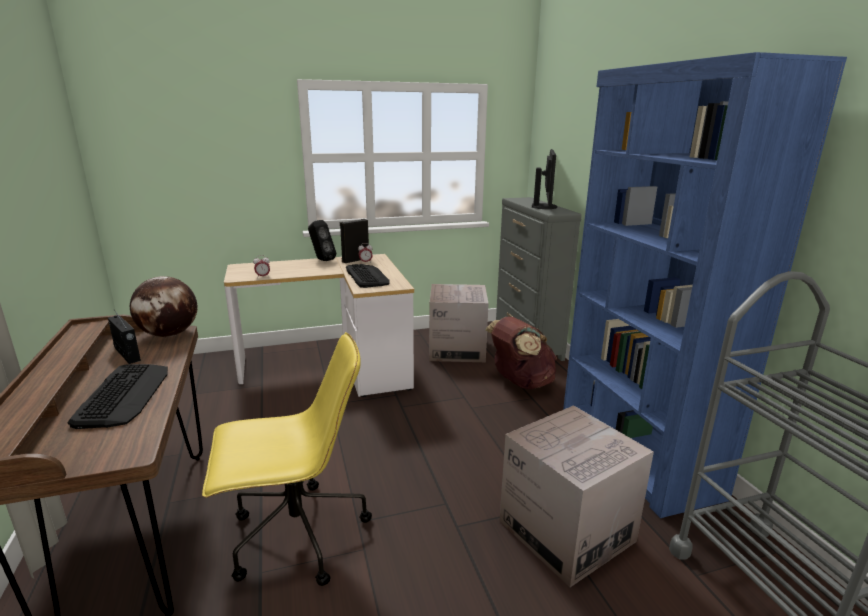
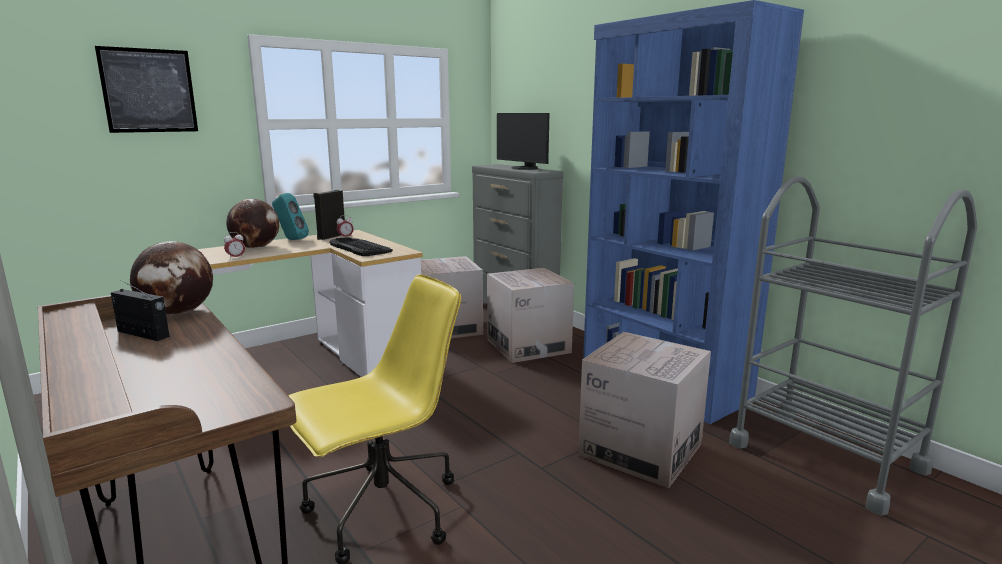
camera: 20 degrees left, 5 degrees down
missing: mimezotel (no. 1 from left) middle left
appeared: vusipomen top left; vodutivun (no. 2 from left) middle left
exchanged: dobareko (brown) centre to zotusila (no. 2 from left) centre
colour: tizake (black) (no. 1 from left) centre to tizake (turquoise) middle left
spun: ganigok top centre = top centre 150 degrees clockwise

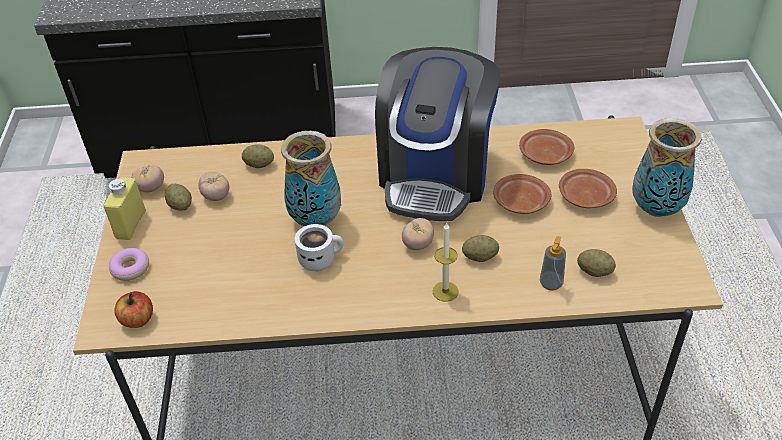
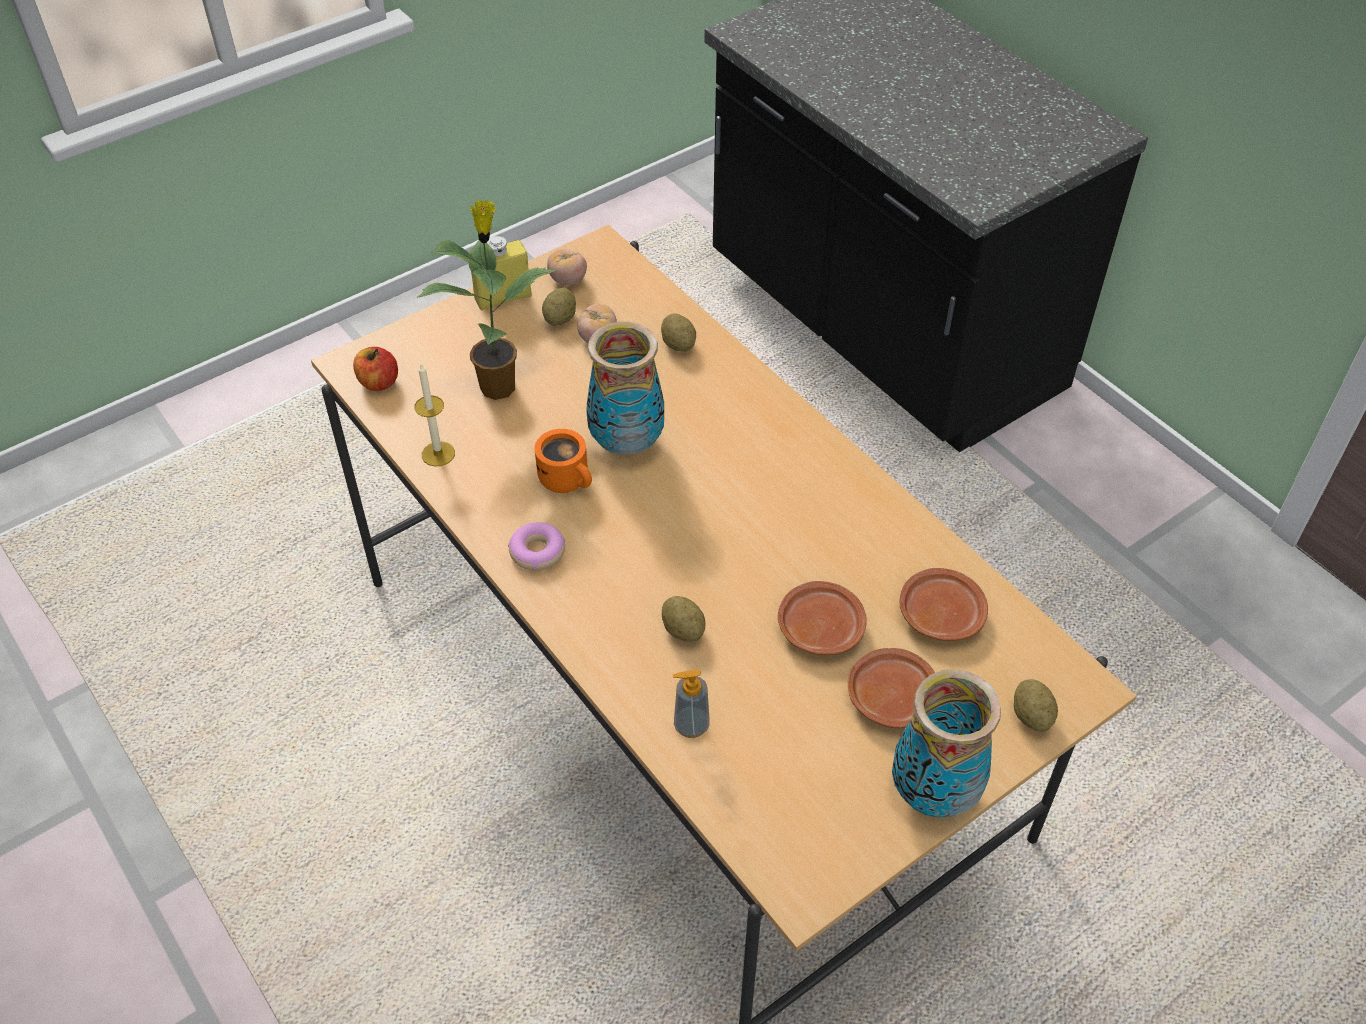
camera: 55 degrees right, 5 degrees up
missing: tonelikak top centre; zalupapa (no. 3 from left) centre
appeared: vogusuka top centre
relocated: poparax middle left to centre; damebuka centre to middle left; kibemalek (no. 4 from left) middle right to bottom right
colour: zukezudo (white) centre to zukezudo (orange) centre

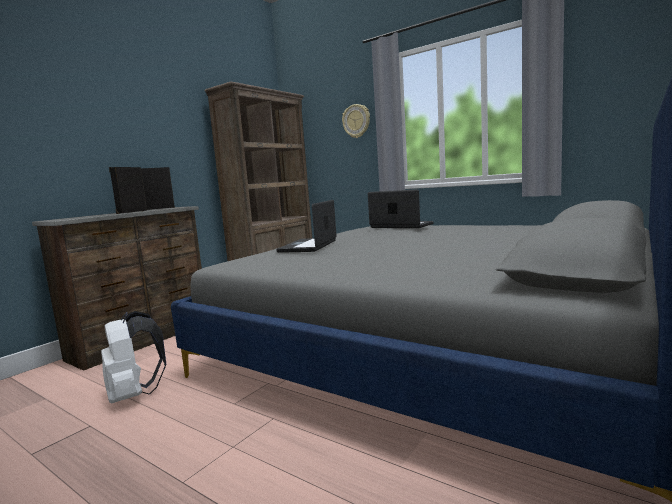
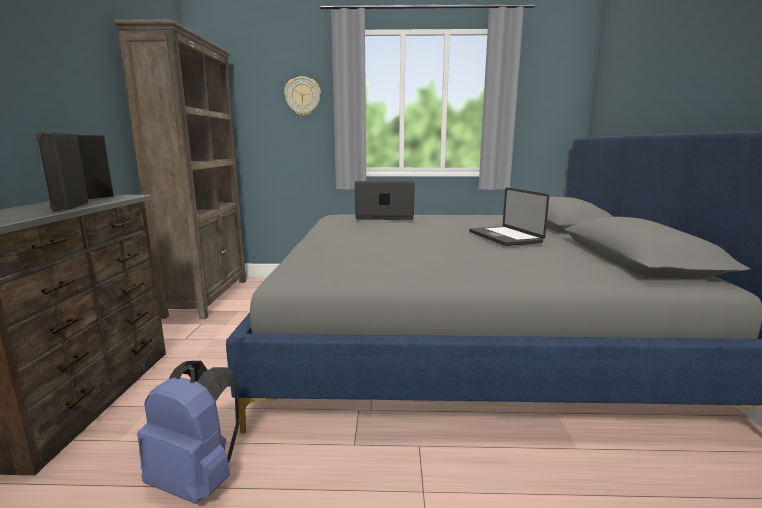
camera: 35 degrees left, 5 degrees up
relocated: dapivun (no. 1 from left in the first image) centre to dapivun (no. 2 from left) middle right
colour: dobareko (white) bottom left to dobareko (blue) bottom left

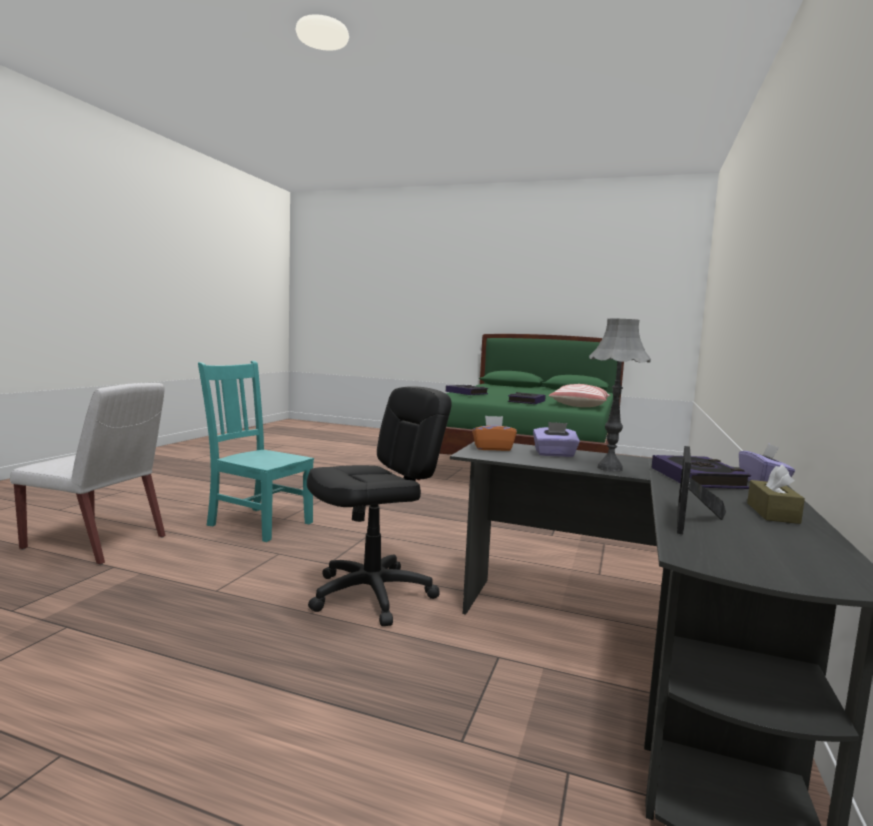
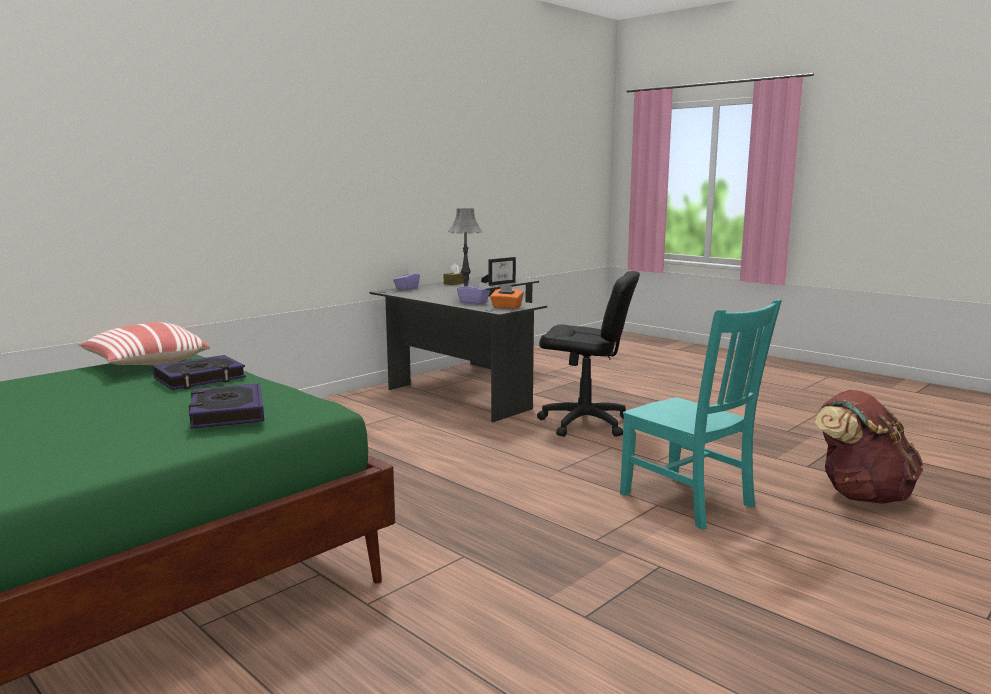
camera: 155 degrees left, 5 degrees up
missing: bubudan (no. 3 from left) middle right
exchanged: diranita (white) middle left to dobareko (brown) middle right
spun: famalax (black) centre = centre 150 degrees counterclockwise

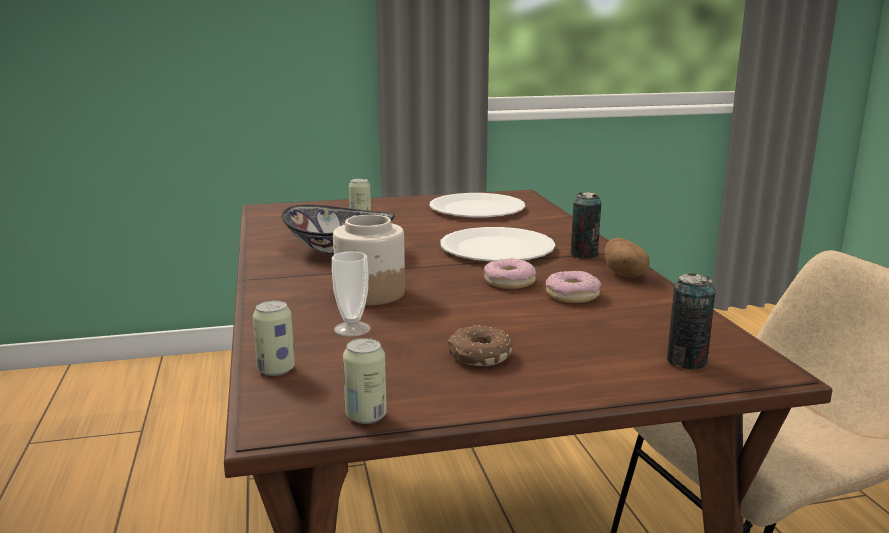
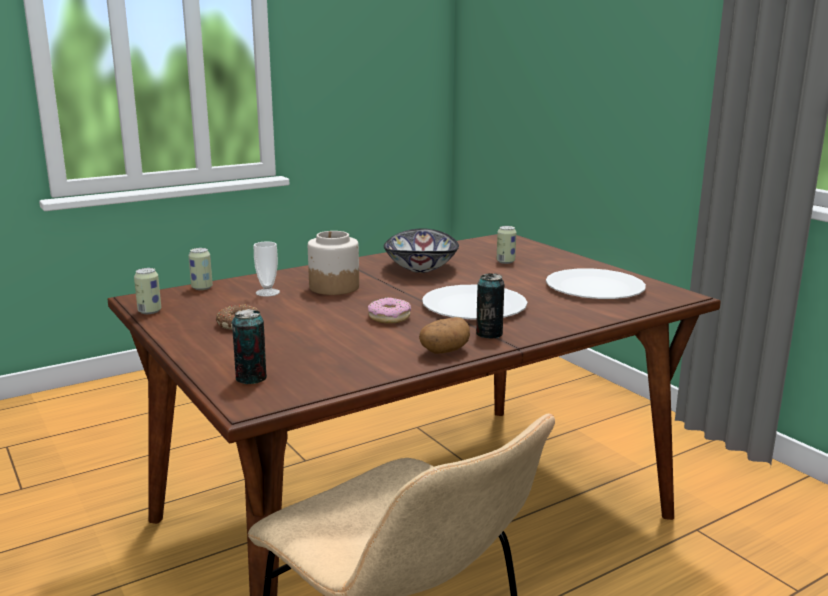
camera: 70 degrees right, 0 degrees up
missing: poparax (no. 3 from left) centre

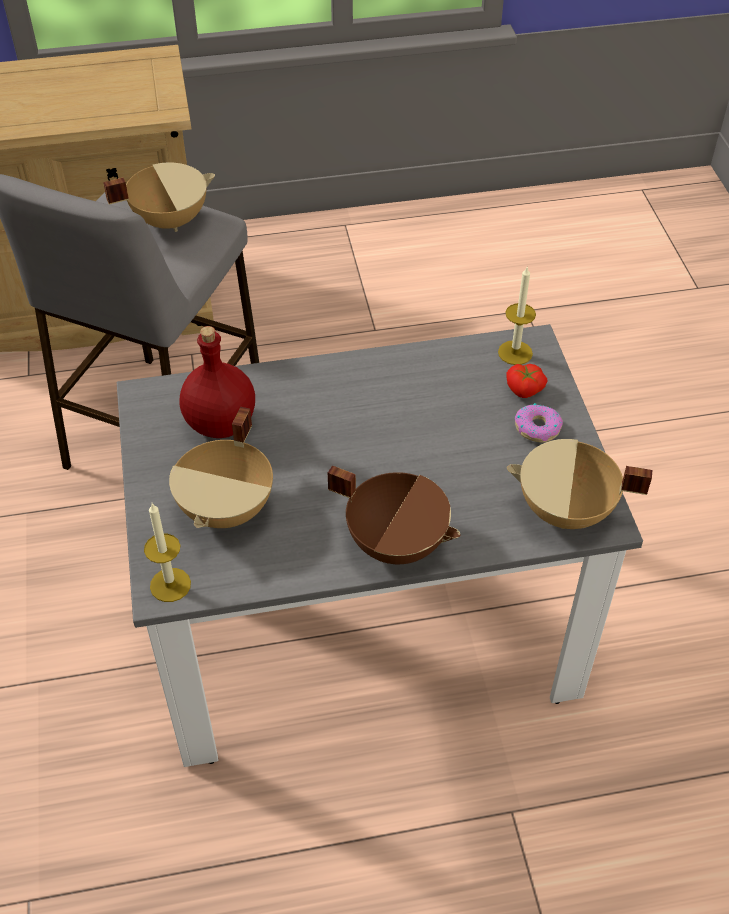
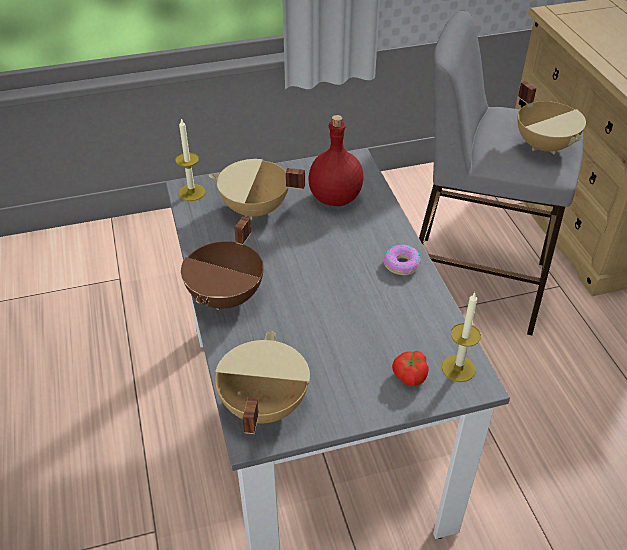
camera: 85 degrees right, 5 degrees down
relocated: poparax middle right to centre

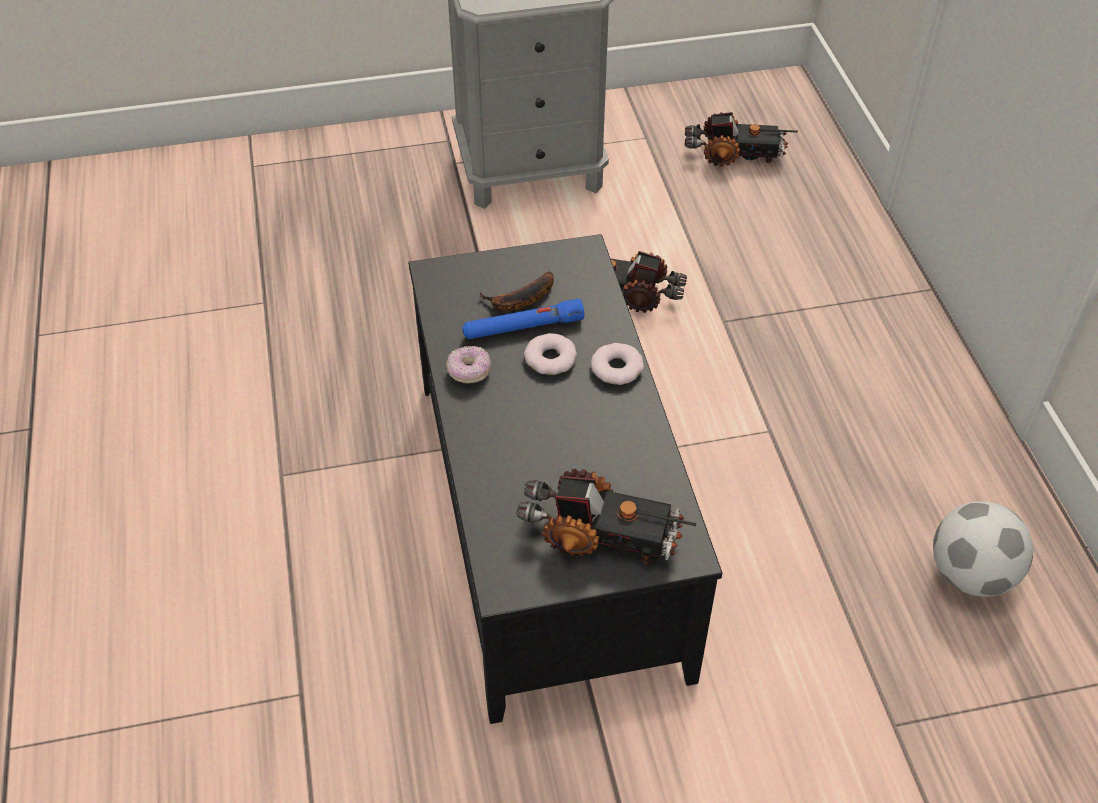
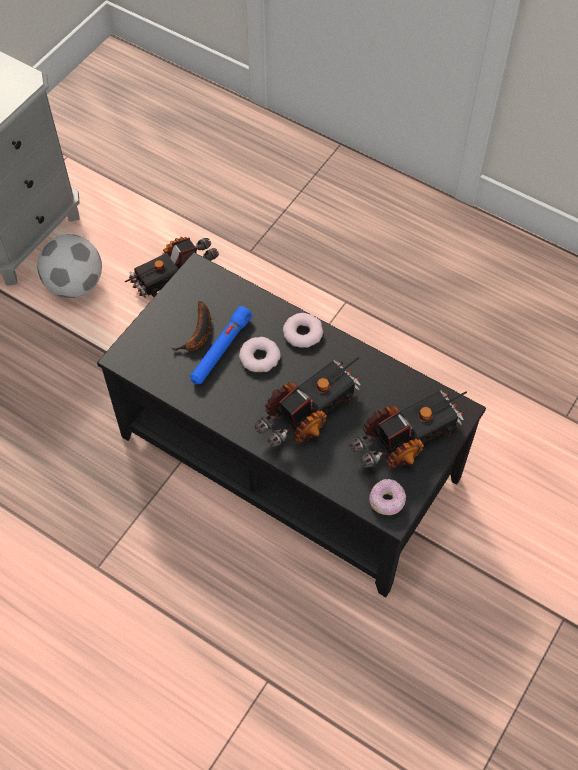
camera: 45 degrees left, 10 degrees up
relocated: poparax (no. 1 from left in the first image) centre to poparax (no. 3 from left) middle right; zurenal (no. 3 from left in the first image) top right to zurenal (no. 2 from left) centre; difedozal bottom right to middle left

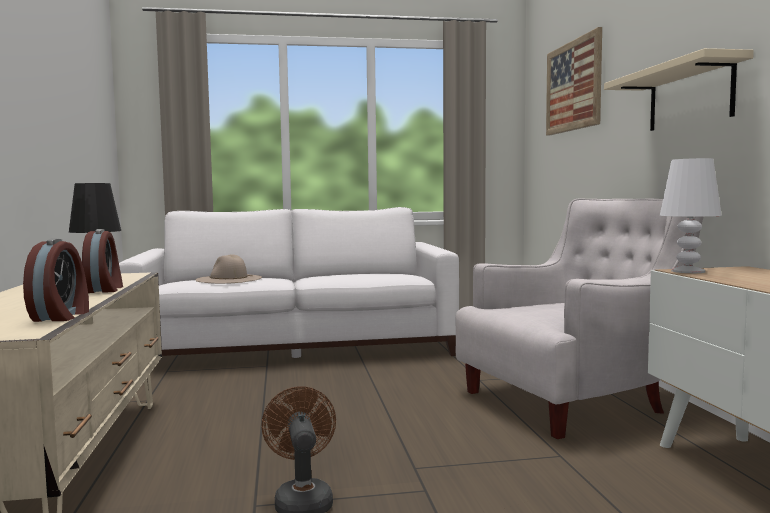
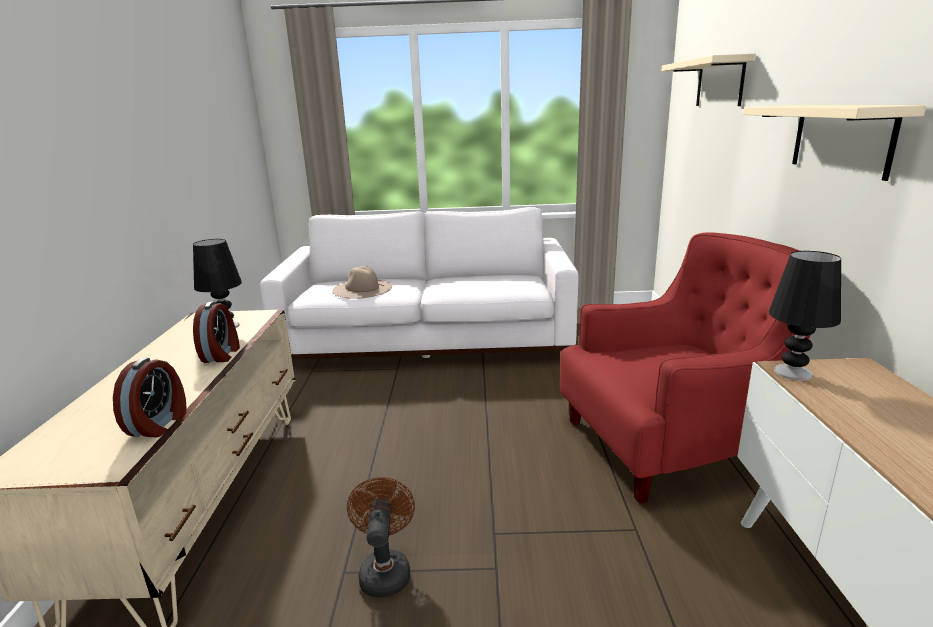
camera: 10 degrees right, 15 degrees up
exchanged: vusipomen top right to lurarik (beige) (no. 1 from left) top right
colour: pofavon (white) middle right to pofavon (red) middle right; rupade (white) middle right to rupade (black) (no. 2 from left) middle right

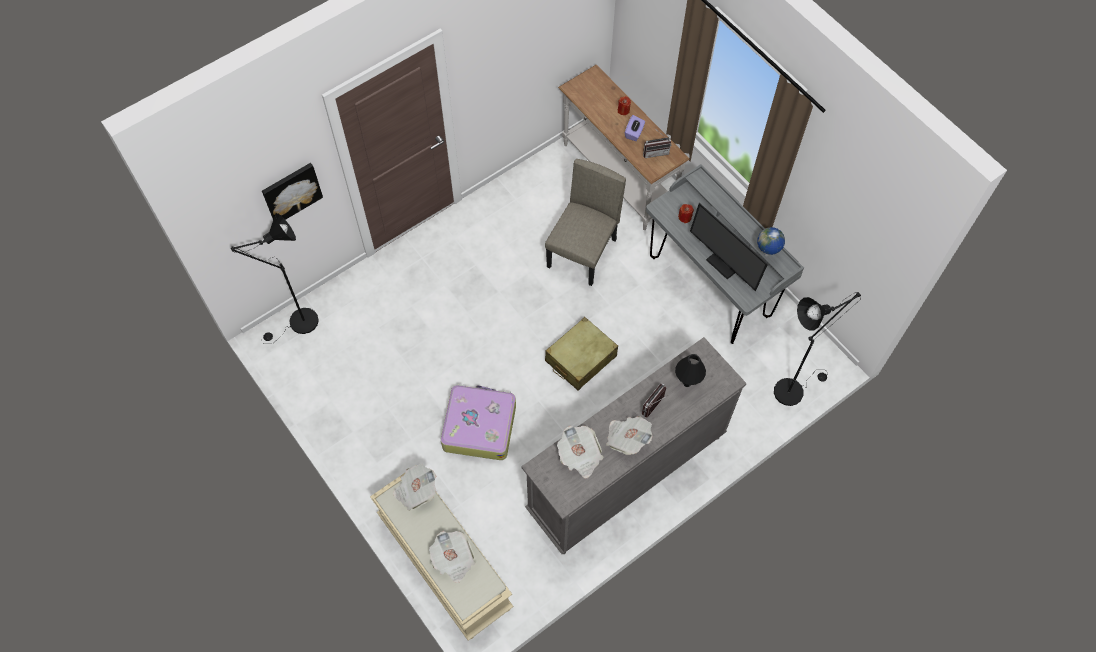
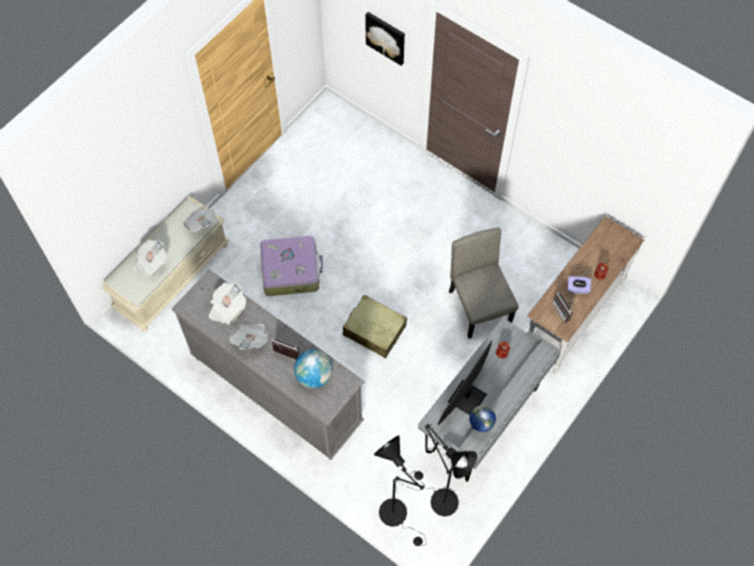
camera: 75 degrees right, 0 degrees up
relocated: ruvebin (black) (no. 1 from left in the first image) middle left to ruvebin (black) (no. 2 from left) bottom centre
exchanged: rupade (black) centre to vodutivun (no. 1 from left) centre
spun: diranita (beige) centre = centre 120 degrees counterclockwise

